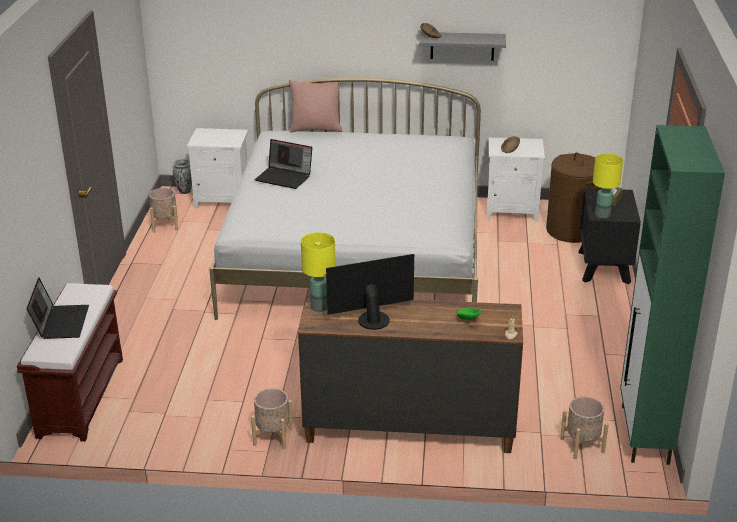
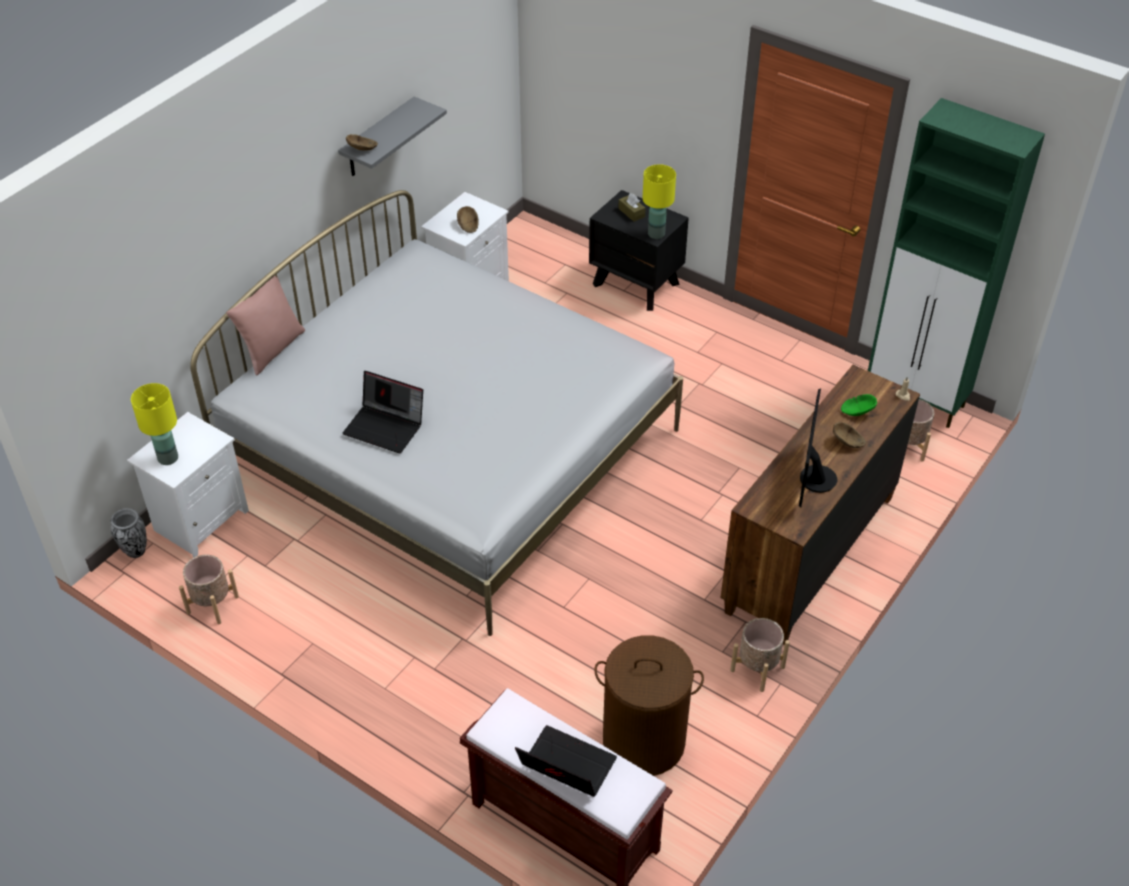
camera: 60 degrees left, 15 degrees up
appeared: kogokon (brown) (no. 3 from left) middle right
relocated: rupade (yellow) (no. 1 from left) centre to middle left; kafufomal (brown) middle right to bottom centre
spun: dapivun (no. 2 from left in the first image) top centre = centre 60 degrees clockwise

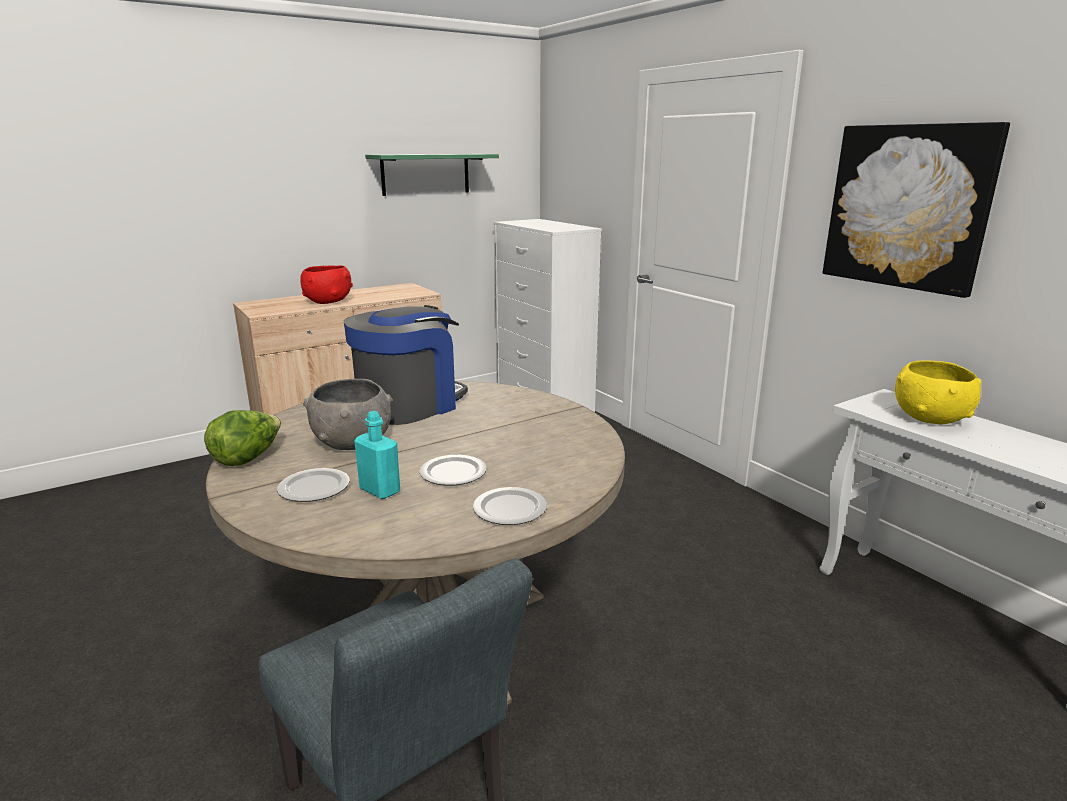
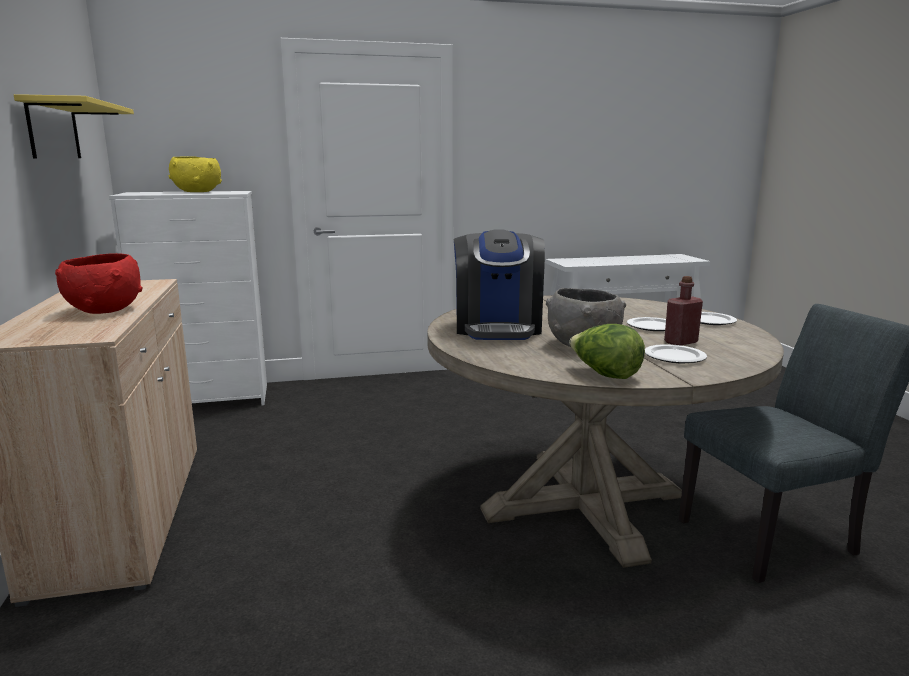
camera: 70 degrees left, 5 degrees down
missing: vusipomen top right
relocated: kogokon (yellow) middle right to top left
colour: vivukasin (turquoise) centre to vivukasin (red) middle right; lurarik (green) top centre to lurarik (yellow) top left
spun: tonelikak centre = centre 150 degrees counterclockwise

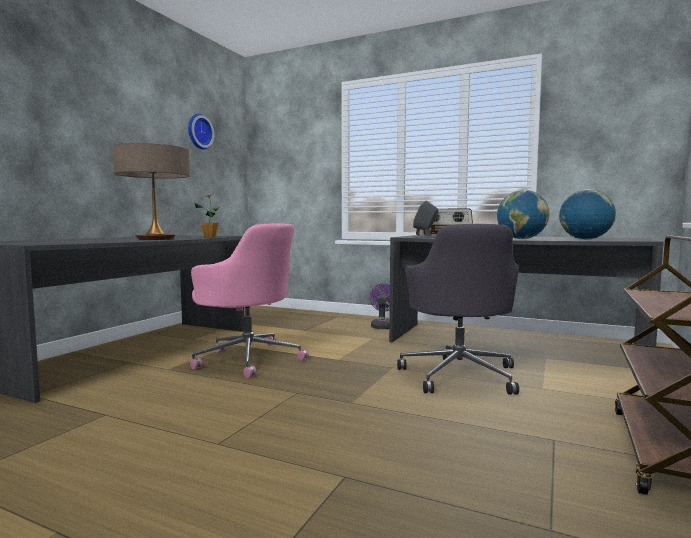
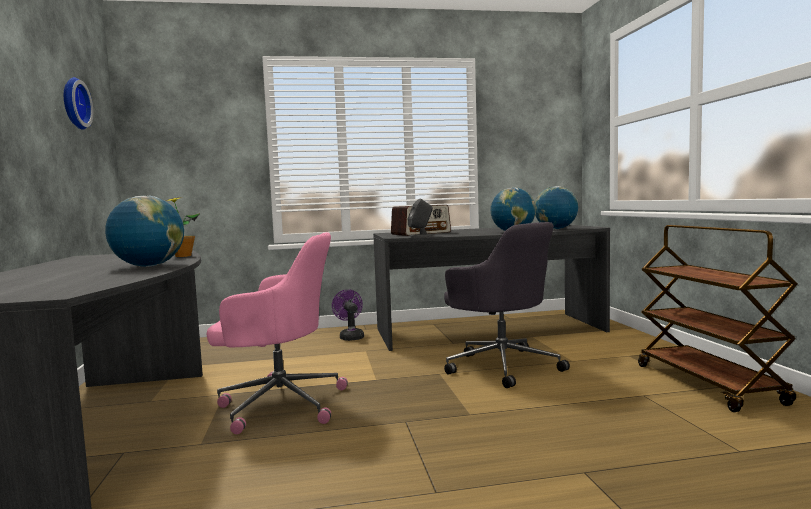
camera: 35 degrees left, 0 degrees up
exchanged: rupade middle left to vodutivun (no. 1 from left) middle left

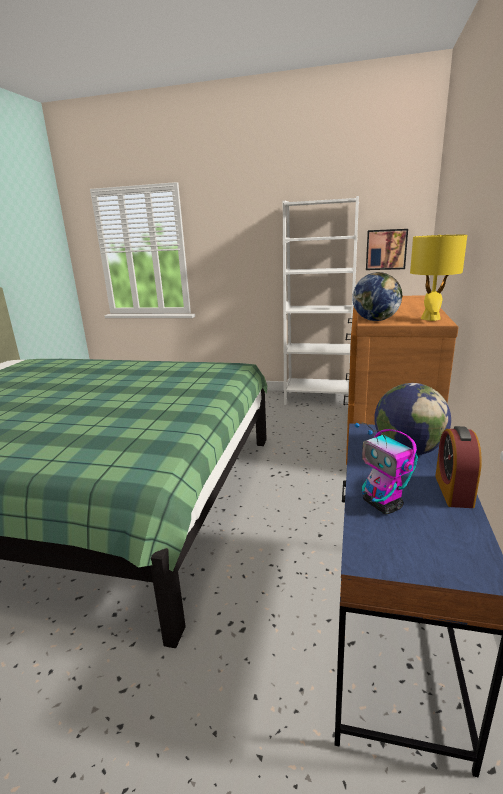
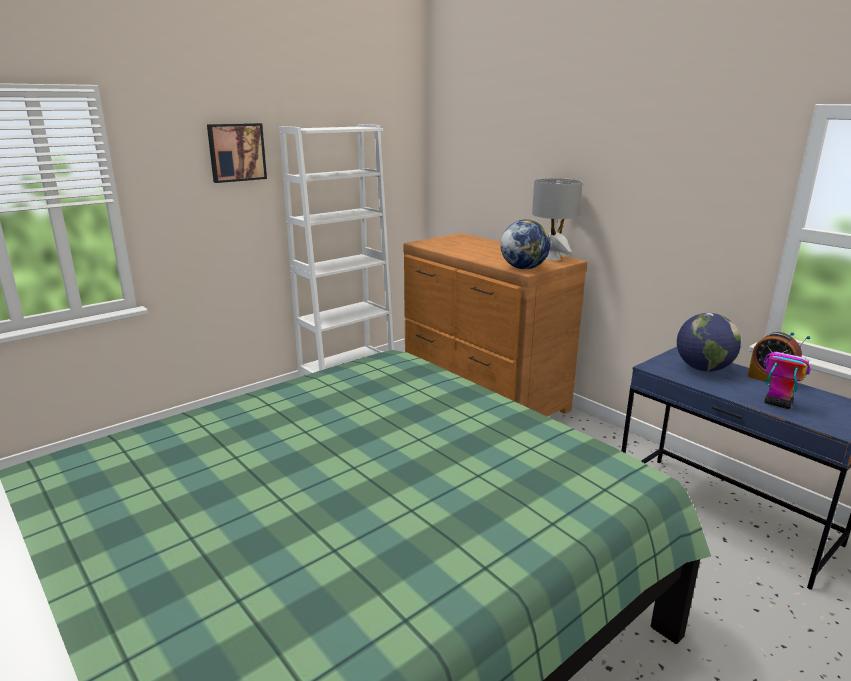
camera: 55 degrees left, 0 degrees up
relocated: vusipomen top right to top left
colour: rupade (yellow) middle right to rupade (grey) top centre
spun: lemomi middle right = middle right 150 degrees counterclockwise

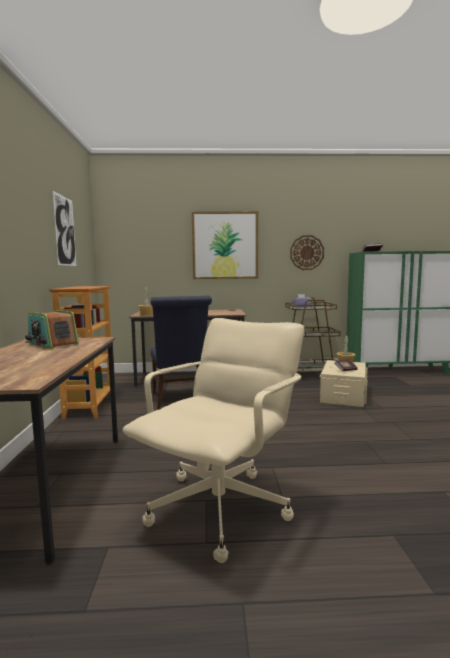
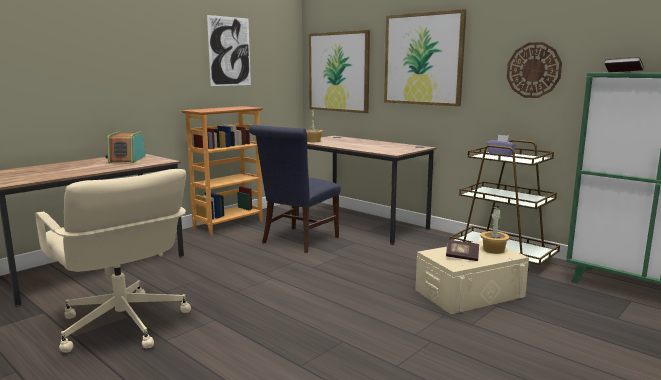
camera: 45 degrees right, 5 degrees up
appeared: vusipomen (no. 2 from left) top centre
spun: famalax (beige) bottom centre = bottom left 60 degrees clockwise

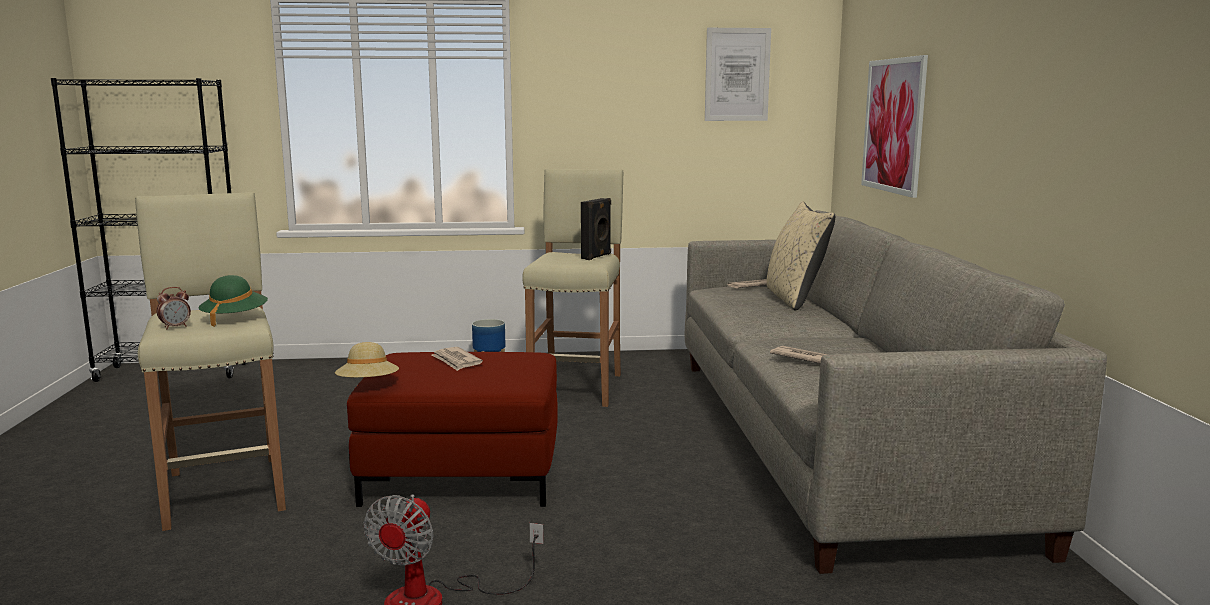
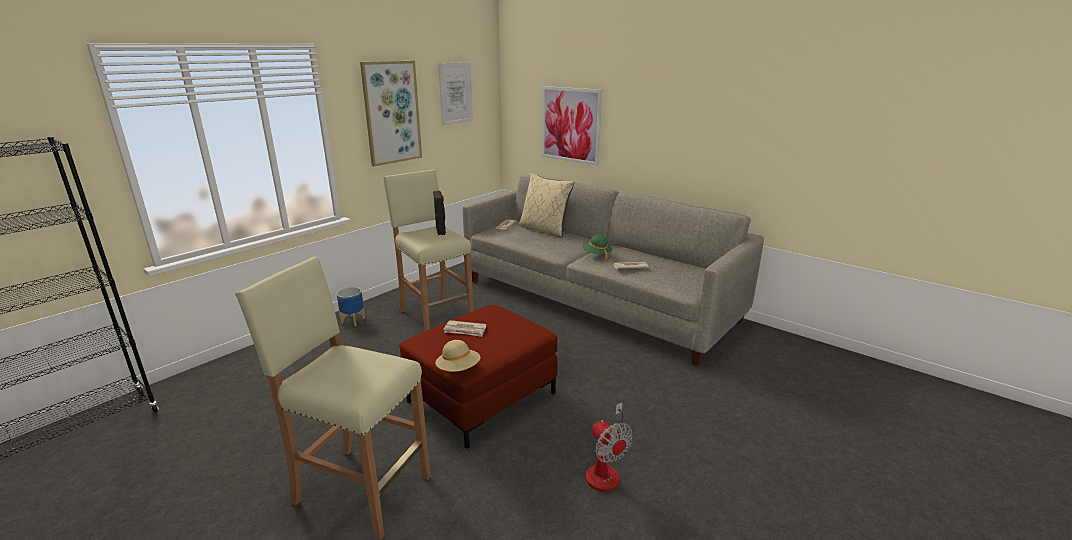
camera: 45 degrees left, 10 degrees up
missing: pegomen middle left
appeared: vusipomen (no. 1 from left) top centre
relocated: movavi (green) middle left to centre

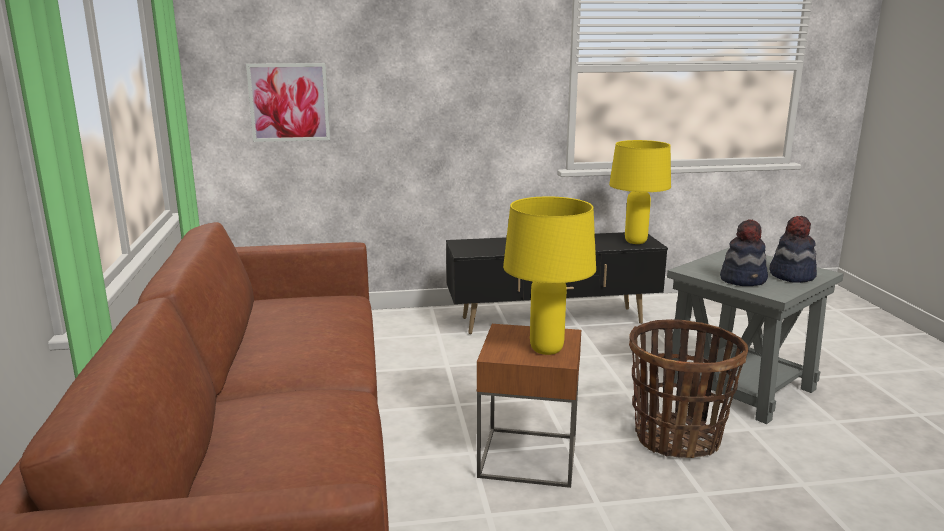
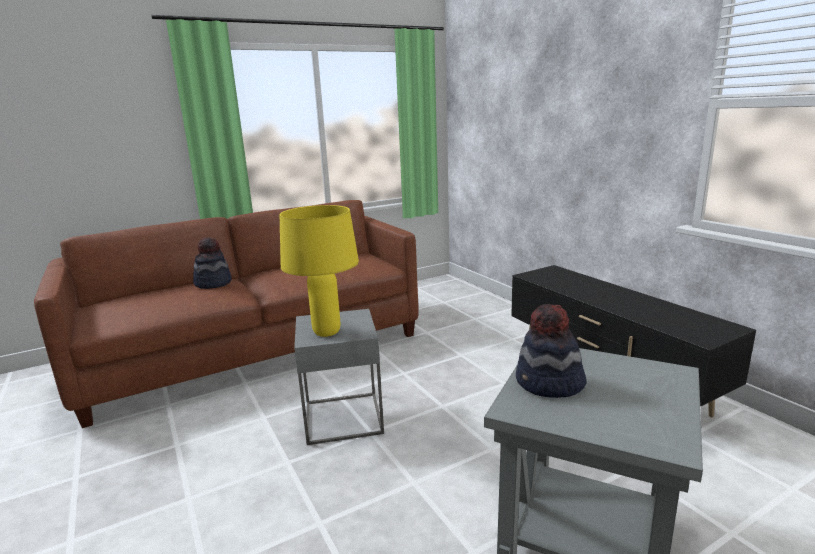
camera: 70 degrees right, 0 degrees up
missing: vusipomen top left; rupade (yellow) (no. 2 from left) middle right; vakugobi bottom right
relocated: movavi (no. 2 from left in the first image) middle right to movavi (no. 1 from left) middle left
colour: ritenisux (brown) bottom centre to ritenisux (grey) (no. 1 from left) bottom centre

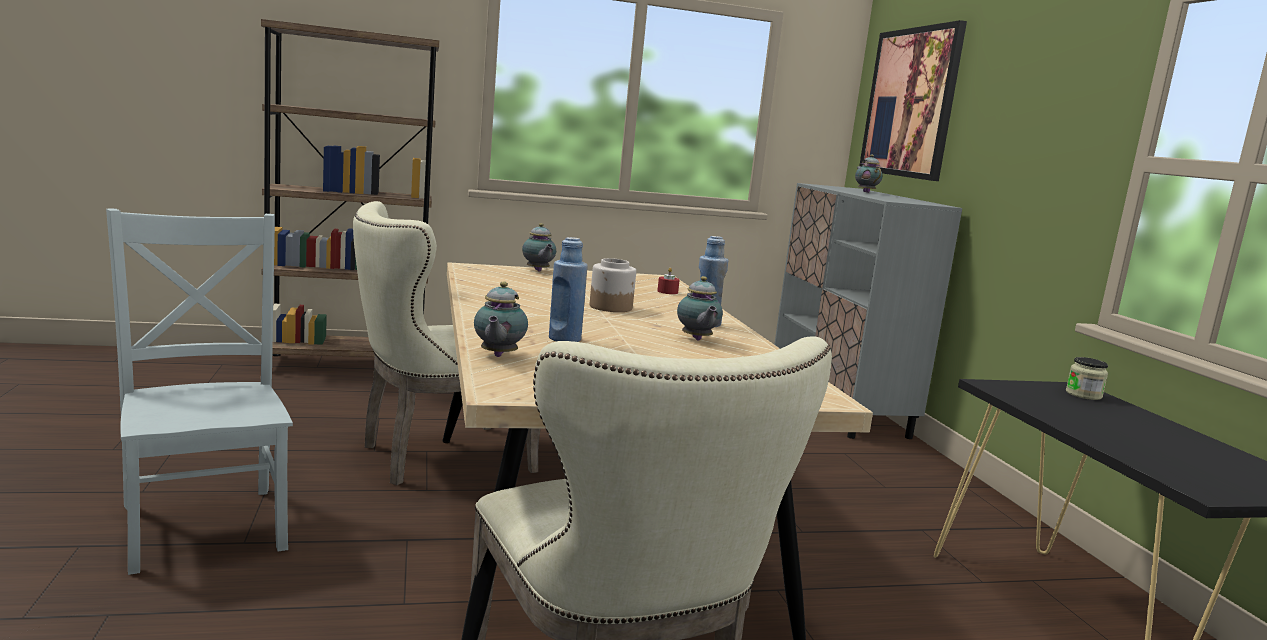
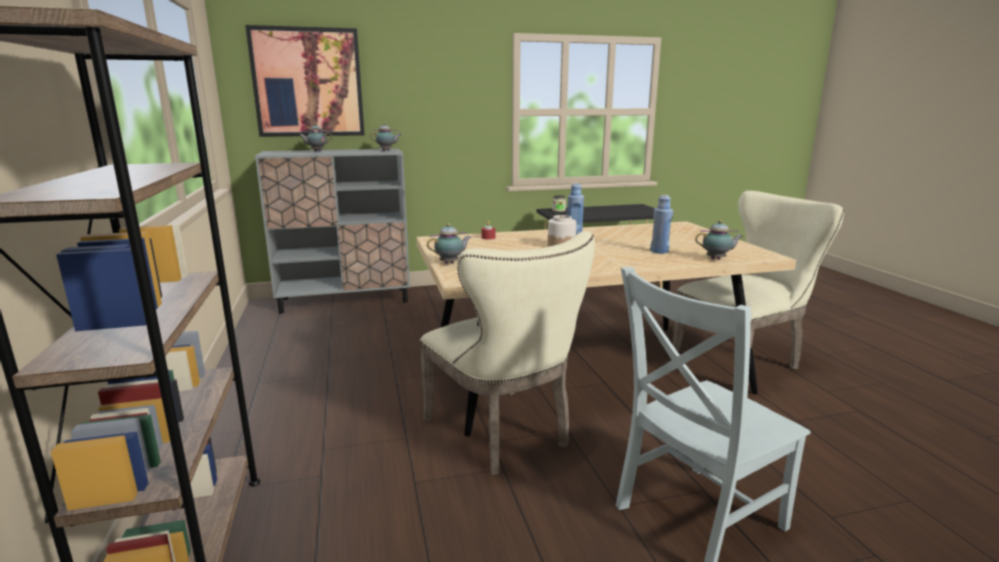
camera: 90 degrees left, 5 degrees up
relocated: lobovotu (no. 3 from left in the first image) centre to lobovotu (no. 2 from left) top centre

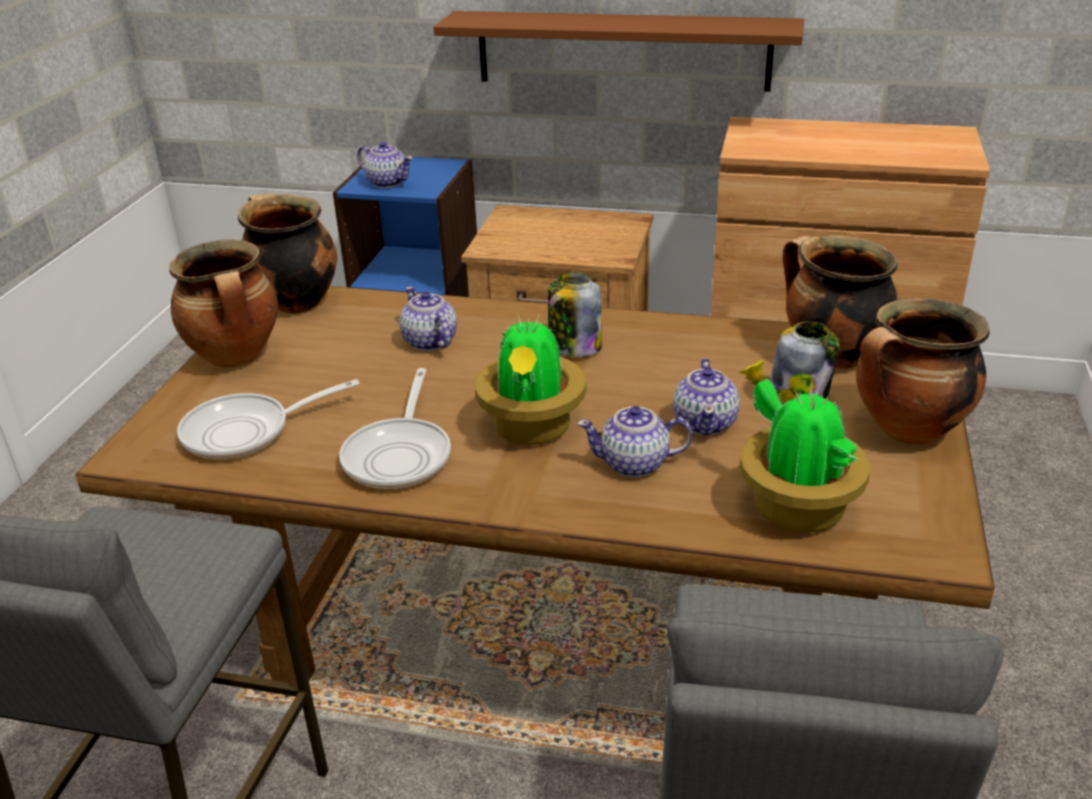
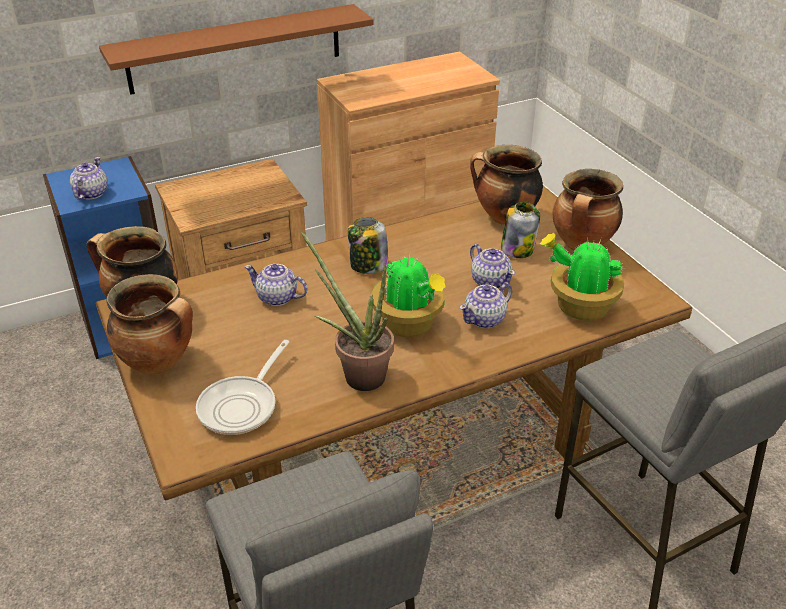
camera: 40 degrees left, 5 degrees up
exchanged: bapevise (no. 2 from left) centre to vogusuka (no. 1 from left) centre
spun: lobovotu (no. 1 from left) top centre = top left 75 degrees counterclockwise

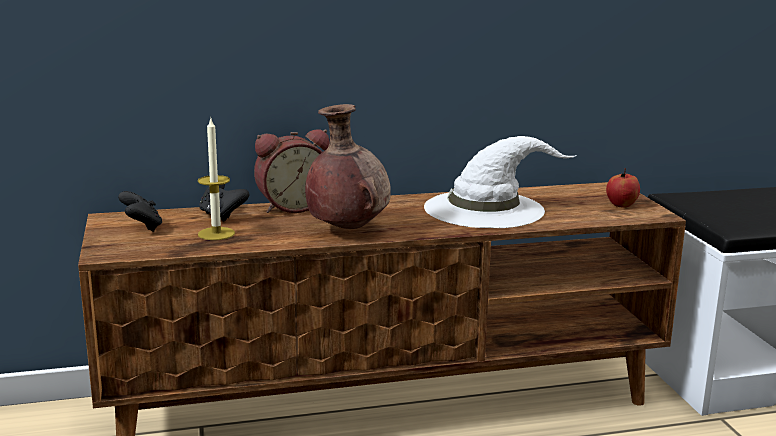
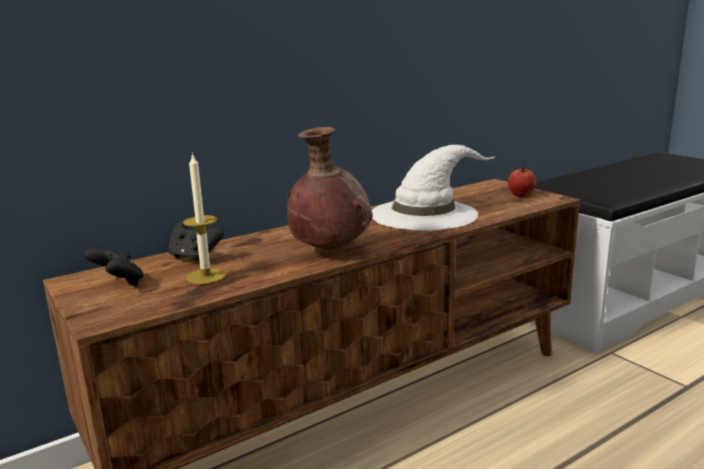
camera: 20 degrees left, 0 degrees up
missing: pegomen centre

